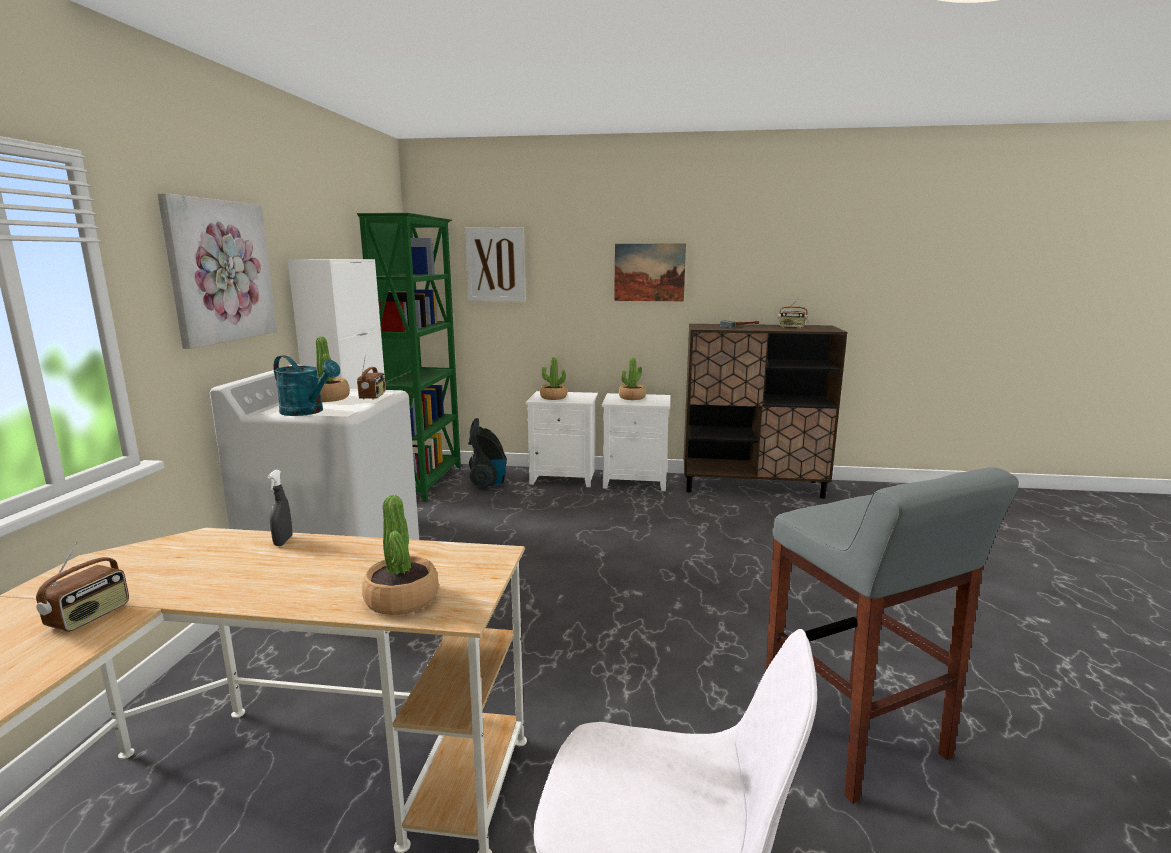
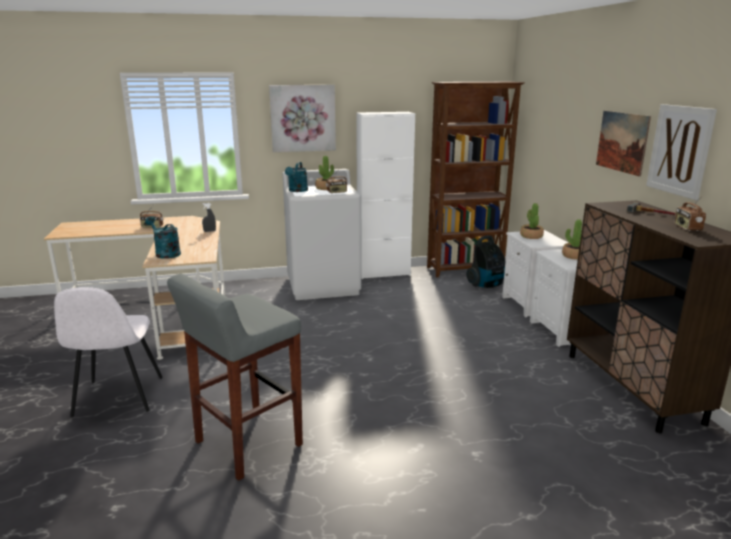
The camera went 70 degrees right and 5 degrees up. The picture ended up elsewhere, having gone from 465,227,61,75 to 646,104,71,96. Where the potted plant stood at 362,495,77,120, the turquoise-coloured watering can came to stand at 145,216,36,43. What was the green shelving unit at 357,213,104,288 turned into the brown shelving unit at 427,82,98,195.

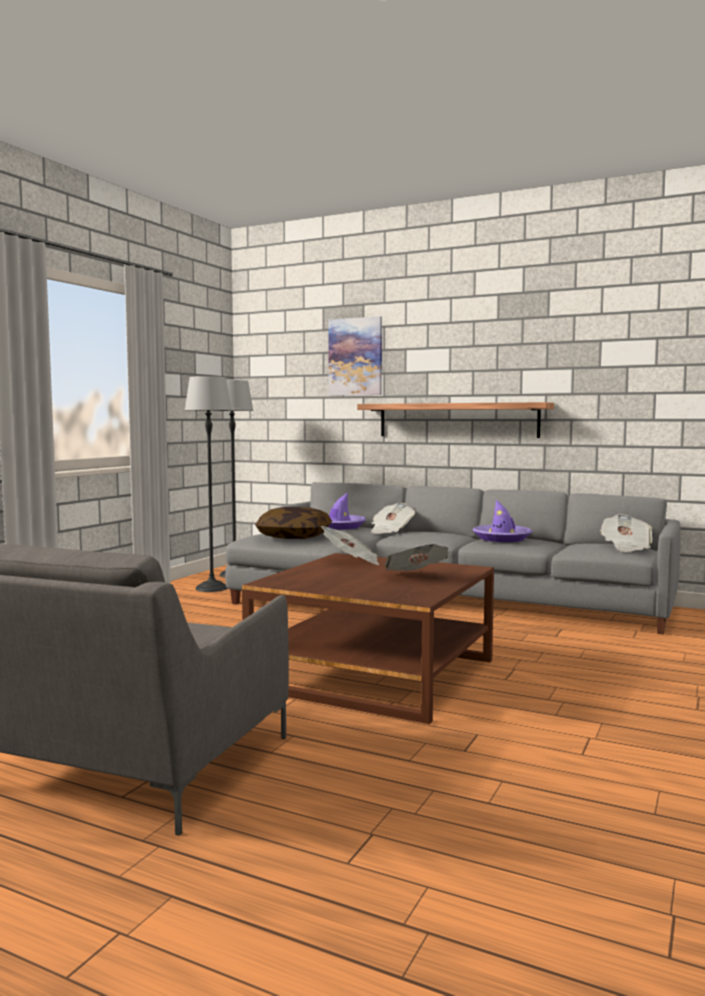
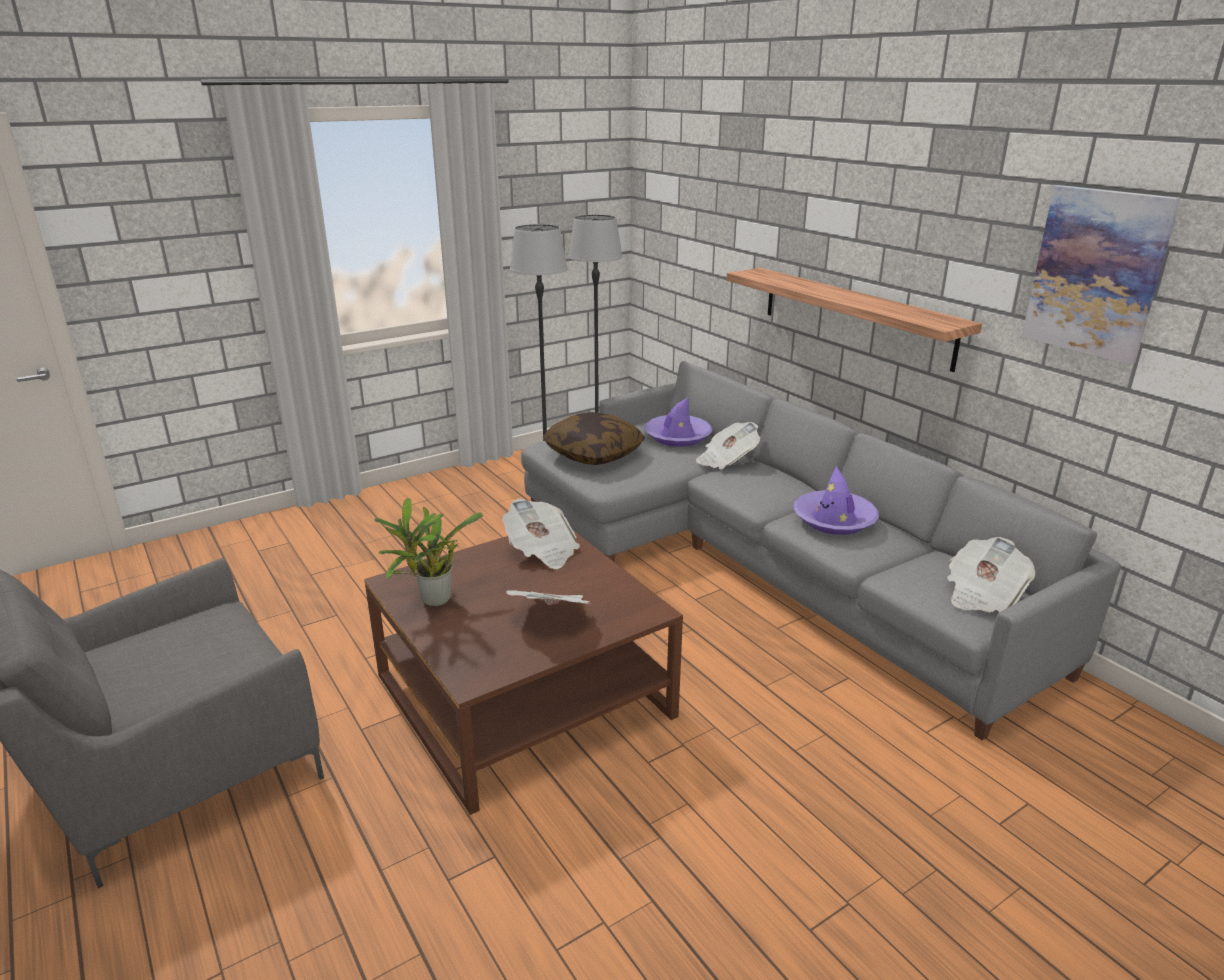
The camera went 30 degrees right and 20 degrees up. The second view gained the potted plant at 374,498,109,109. The picture ended up elsewhere, having gone from 328,316,54,80 to 1022,185,159,179.

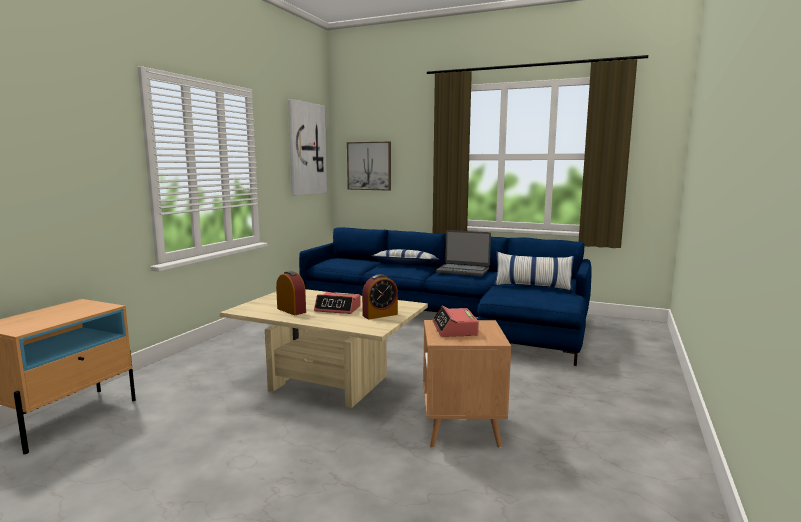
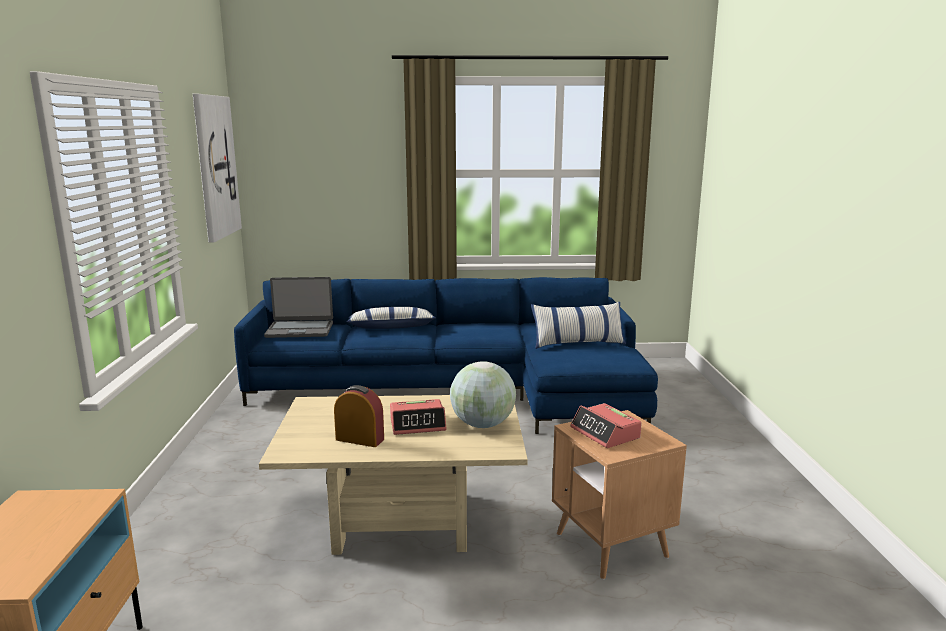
The camera went 25 degrees left and 5 degrees up. The second view lost the picture at 347,142,44,49. The notebook computer ended up elsewhere, having gone from 436,230,55,46 to 264,277,69,61. Where the table clock stood at 362,274,36,45, the desk globe came to stand at 450,361,66,67.

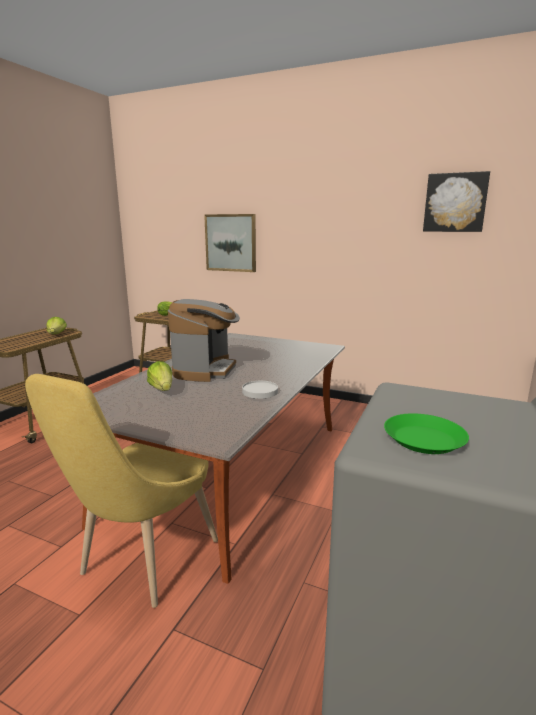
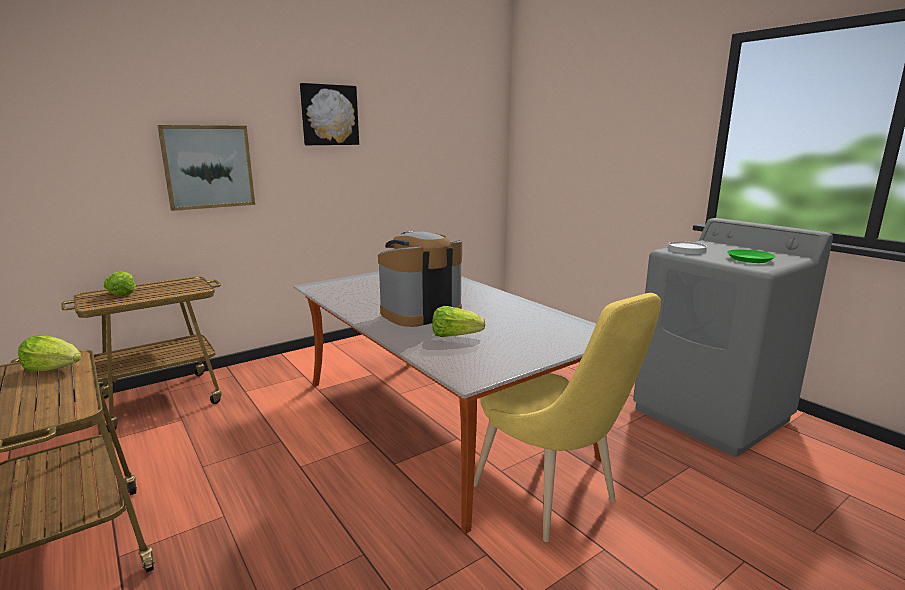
The camera went 60 degrees left and 0 degrees up. The white-coloured dinner plate ended up elsewhere, having gone from 242,381,36,18 to 668,241,39,13. The picture ended up elsewhere, having gone from 423,171,67,61 to 300,83,59,62. The coffee brewer at 168,299,72,83 ended up facing another way, 75 degrees counterclockwise from before.

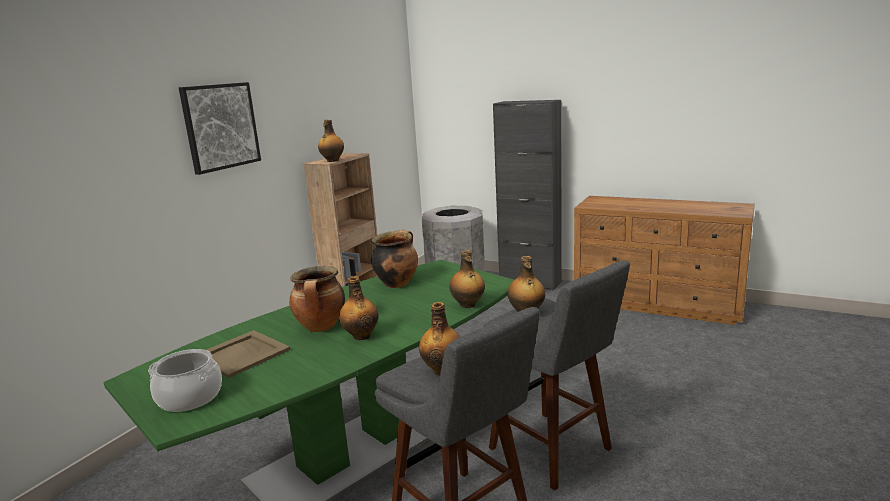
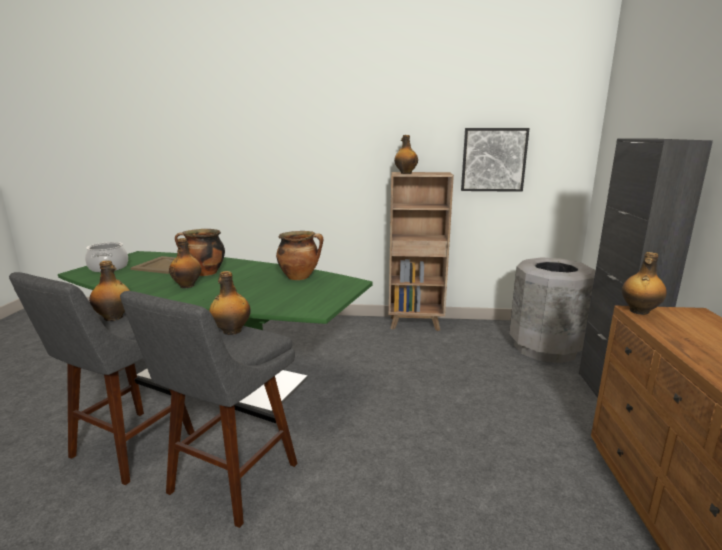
The camera went 65 degrees right and 0 degrees up. The picture ended up elsewhere, having gone from 179,82,82,93 to 461,128,69,64. The drink bottle ended up elsewhere, having gone from 449,250,36,58 to 622,252,45,63.

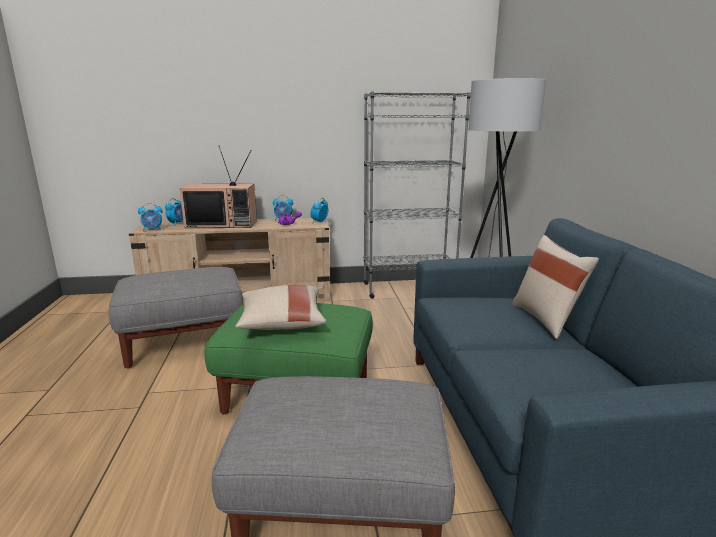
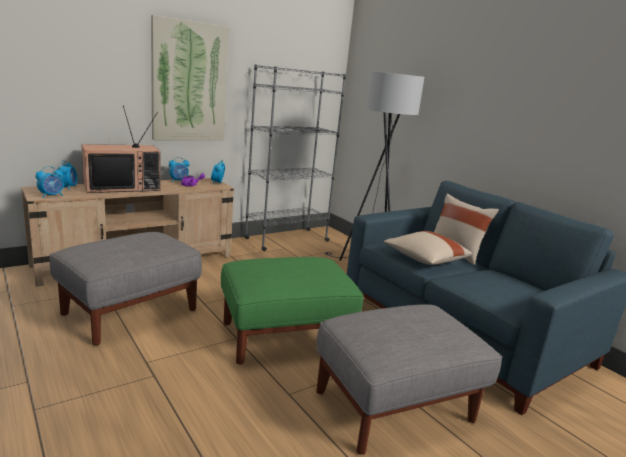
The camera went 30 degrees left and 0 degrees up. The second view gained the picture at 151,15,78,125. The beige-coloured pillow ended up elsewhere, having gone from 235,285,91,45 to 384,231,88,34.

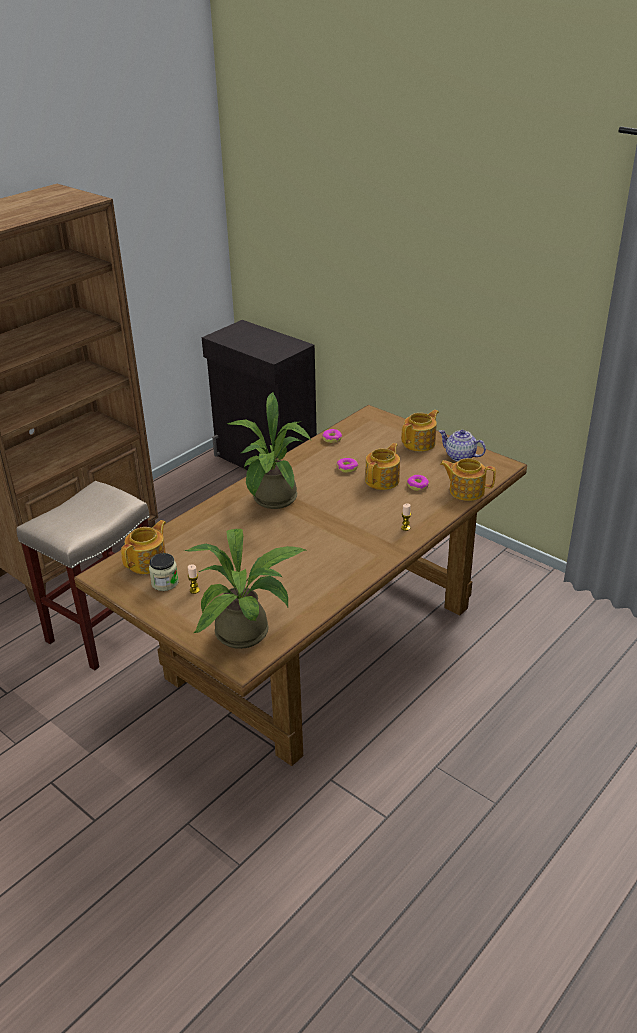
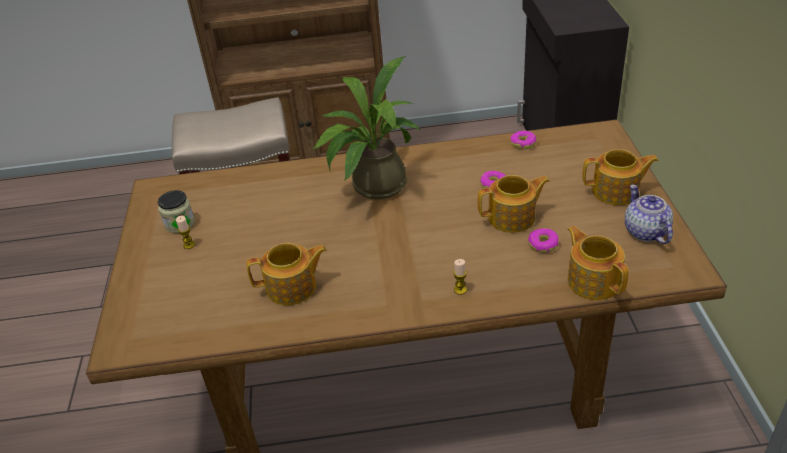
The camera went 45 degrees right and 5 degrees up. The second view lost the potted plant at 184,529,124,120. The tea pot ended up elsewhere, having gone from 121,520,45,54 to 246,243,81,62.

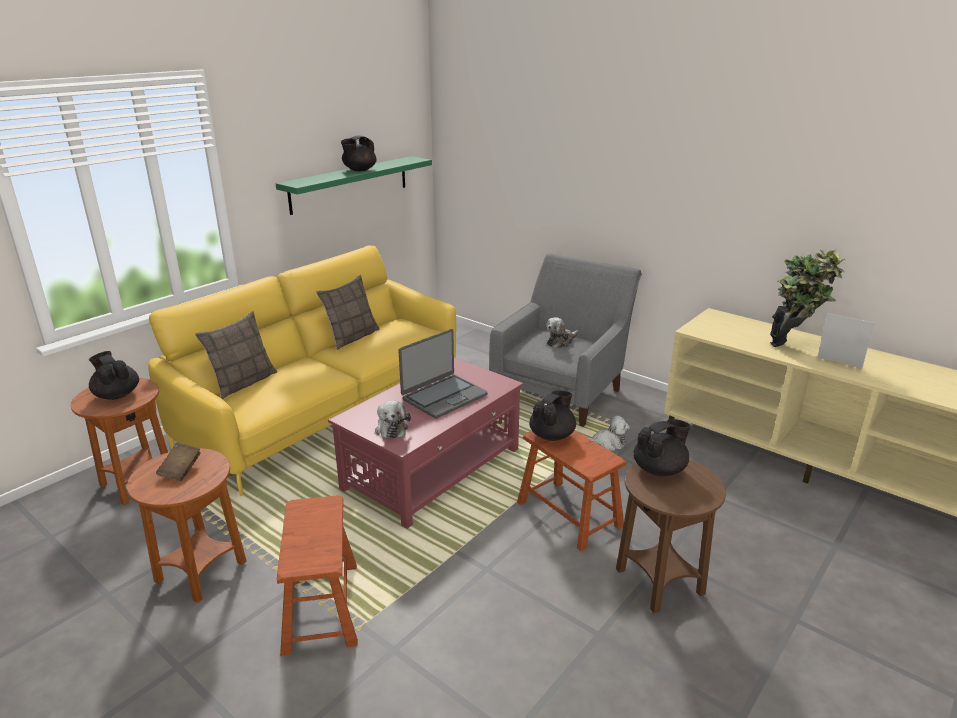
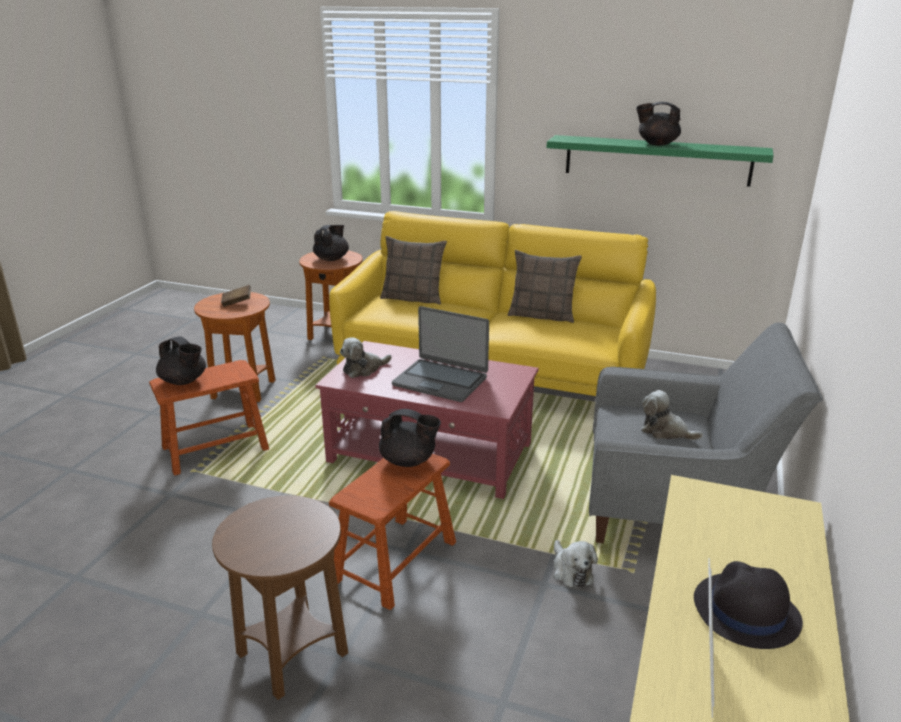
The camera went 70 degrees right and 0 degrees up. The black-coloured tea pot ended up elsewhere, having gone from 633,419,58,57 to 156,336,50,49. Where the potted plant stood at 770,249,78,98, the black-coloured hat came to stand at 694,561,109,88.

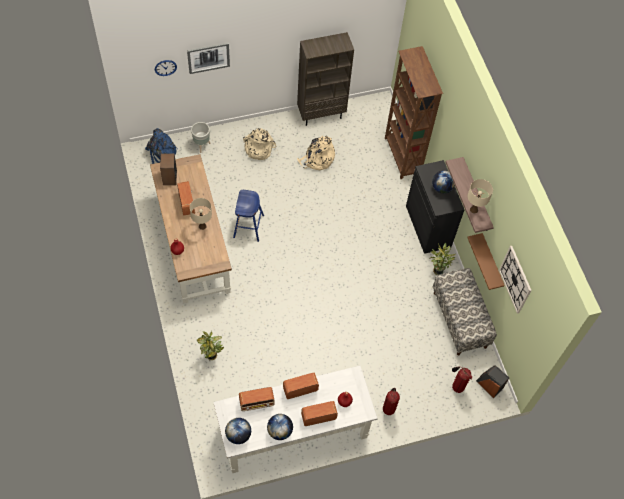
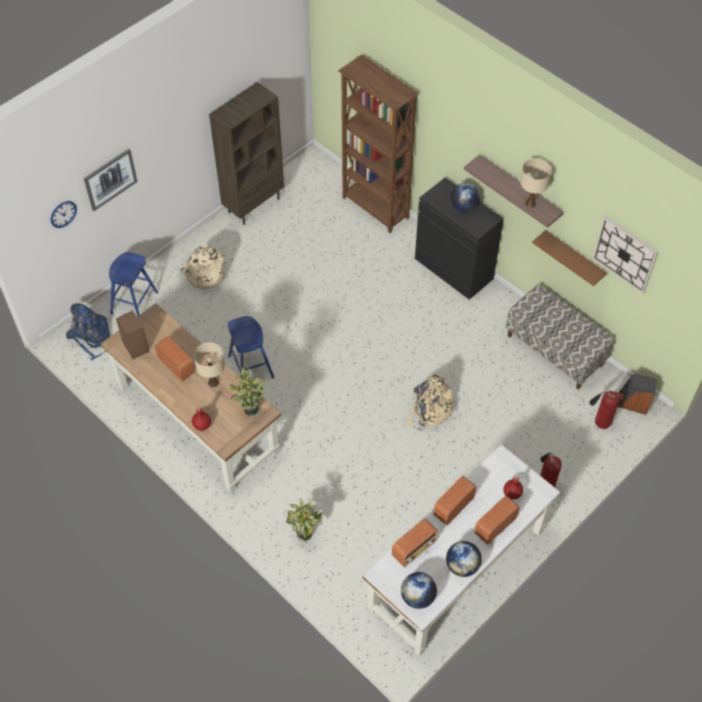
The camera went 25 degrees left and 5 degrees down. The beige-coloured knapsack ended up elsewhere, having gone from 297,136,38,35 to 404,374,49,56. The potted plant ended up elsewhere, having gone from 429,243,26,32 to 228,367,37,50. Where the grey flower pot stood at 191,122,19,31, the blue-coloured stool seat came to stand at 109,252,49,64.

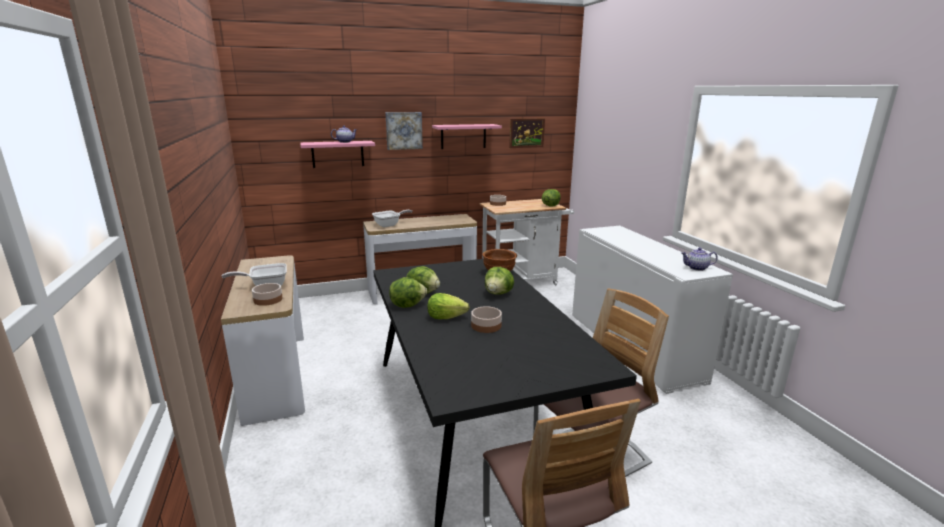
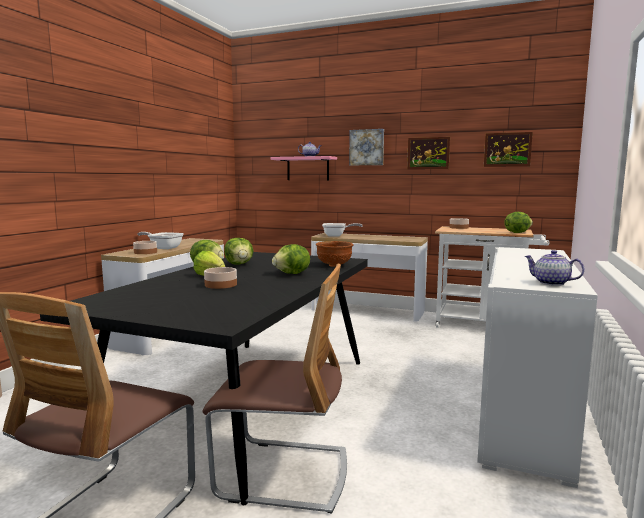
The camera went 40 degrees right and 10 degrees down. Where the pink wall shelf hung at 432,124,70,25, the picture came to hang at 407,137,43,33.

